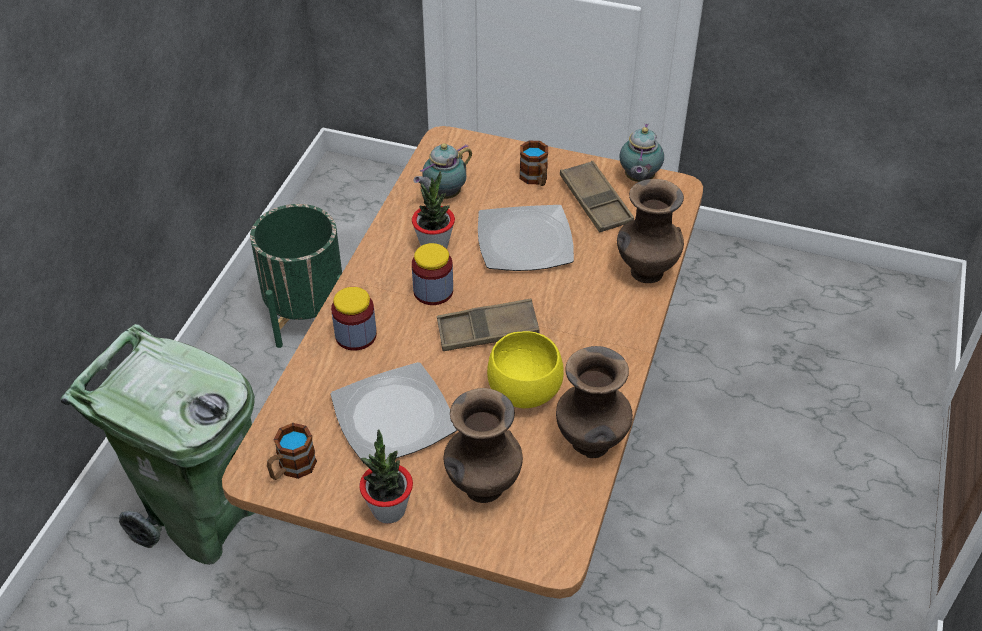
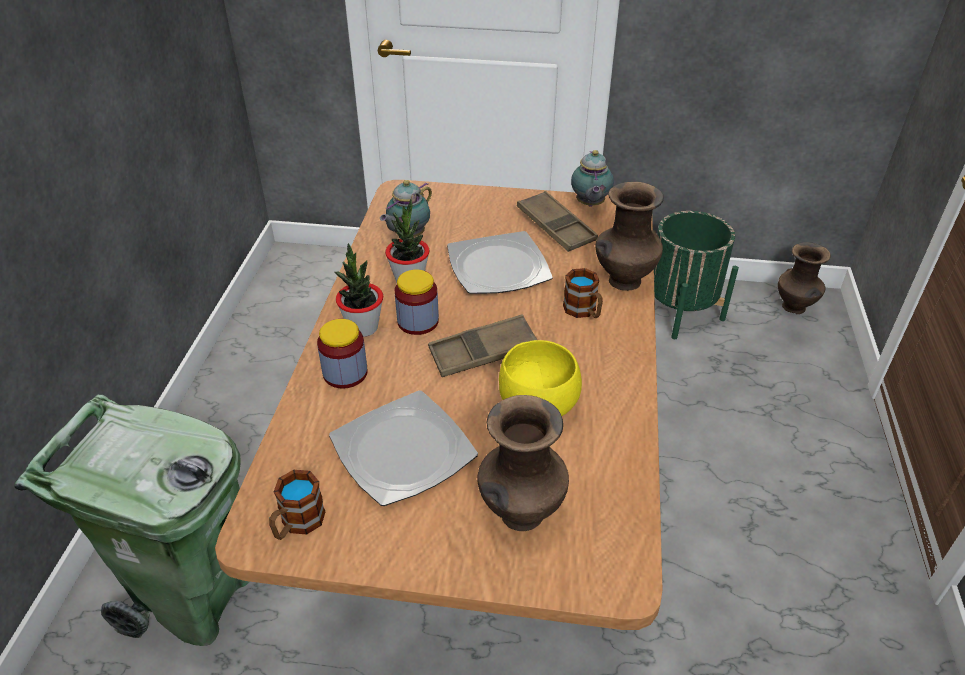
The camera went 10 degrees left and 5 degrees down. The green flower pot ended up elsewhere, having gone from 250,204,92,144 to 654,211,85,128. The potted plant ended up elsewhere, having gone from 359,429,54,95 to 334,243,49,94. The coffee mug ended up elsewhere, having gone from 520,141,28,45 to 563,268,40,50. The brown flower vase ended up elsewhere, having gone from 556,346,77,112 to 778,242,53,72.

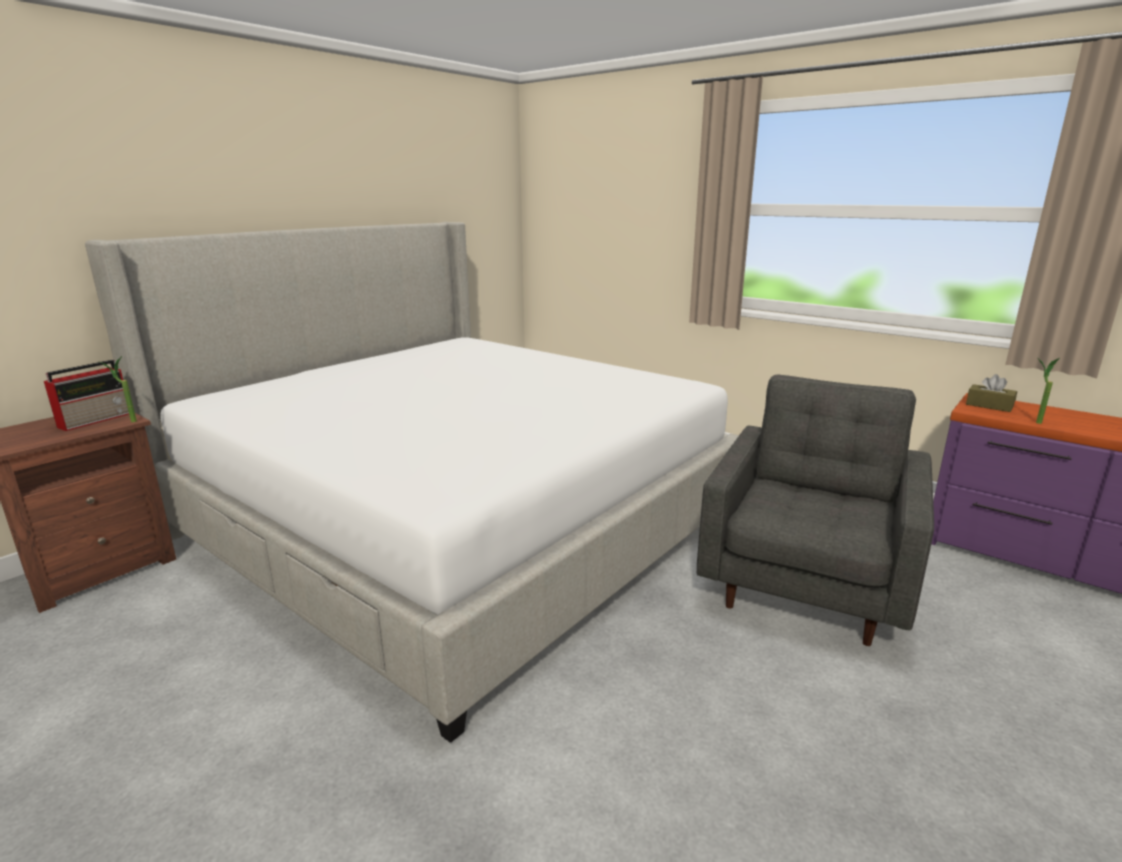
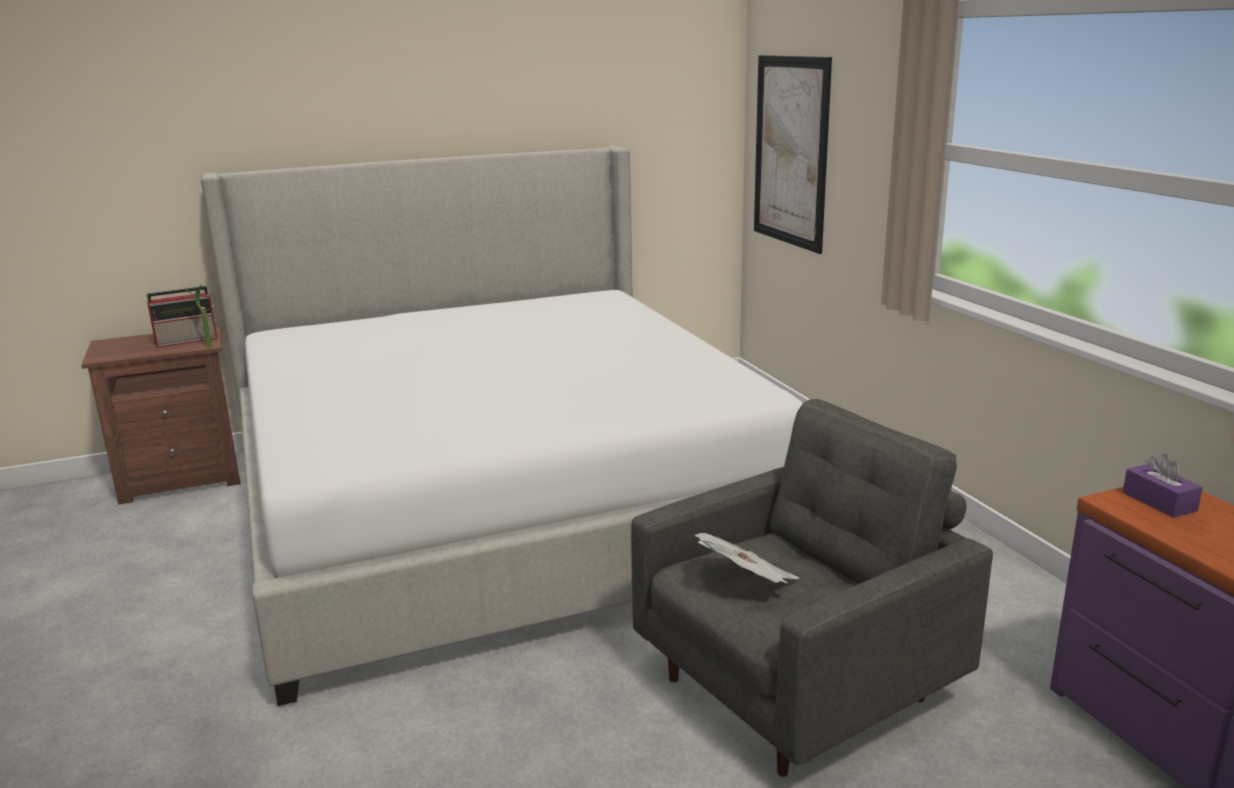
The camera went 30 degrees right and 0 degrees up. The second view lost the potted plant at 1036,357,24,67. The second view gained the newspaper at 695,533,104,50. The second view gained the picture at 754,55,78,199. What was the brown tissue box at 966,374,51,38 turned into the purple tissue box at 1123,454,80,64.

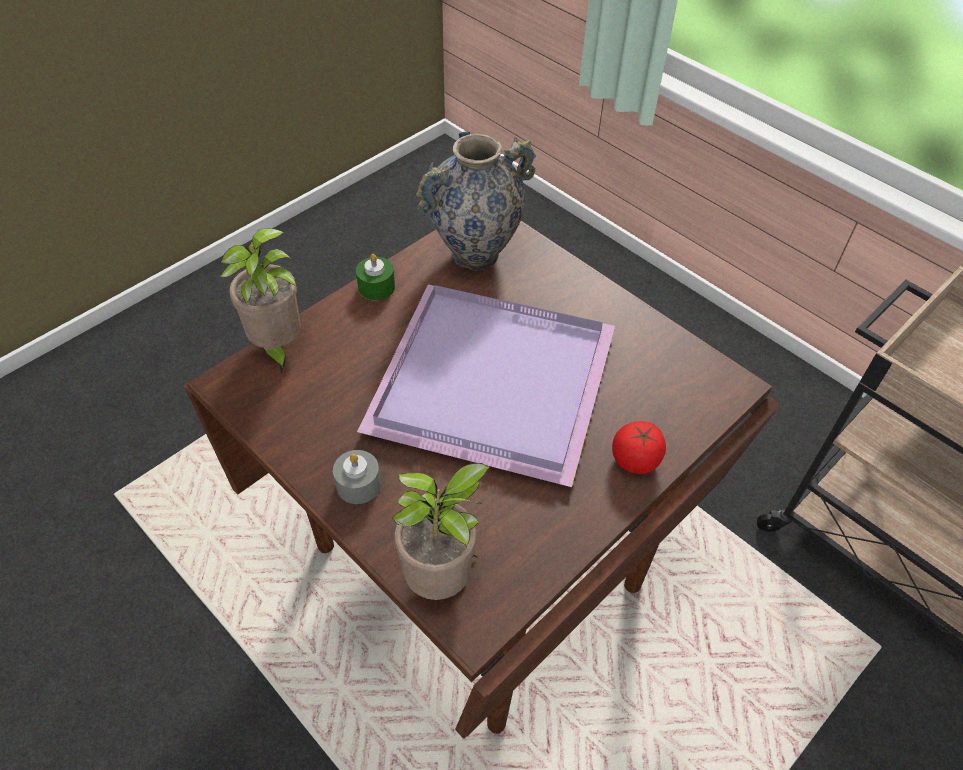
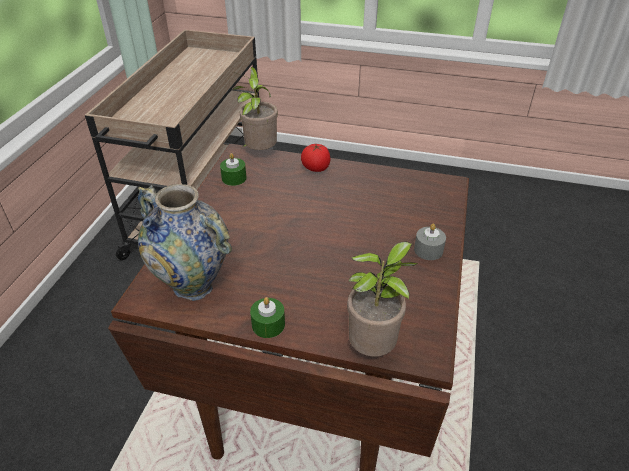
The camera went 120 degrees left and 10 degrees down. The second view lost the purple carrying tray at 357,284,258,203. The second view gained the green wax candle at 220,153,27,33. The potted plant ended up elsewhere, having gone from 392,463,97,137 to 233,67,45,83.

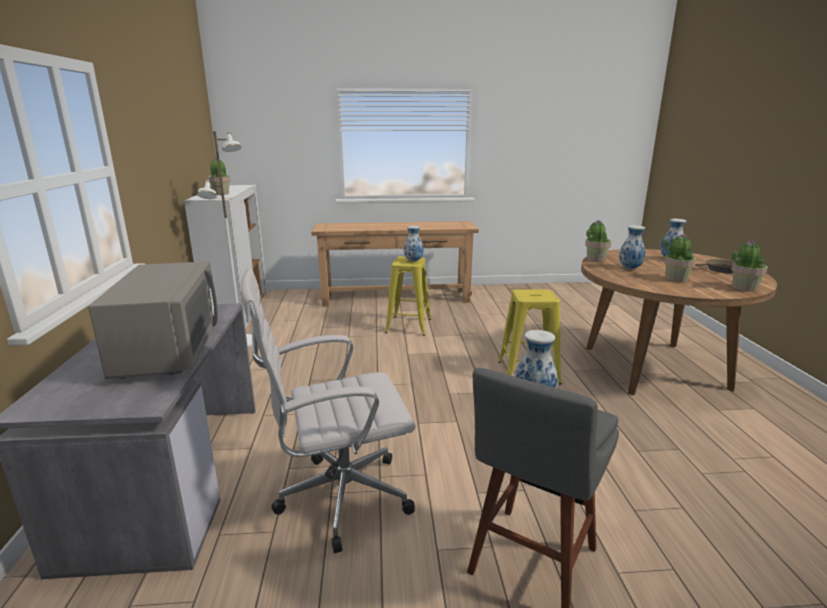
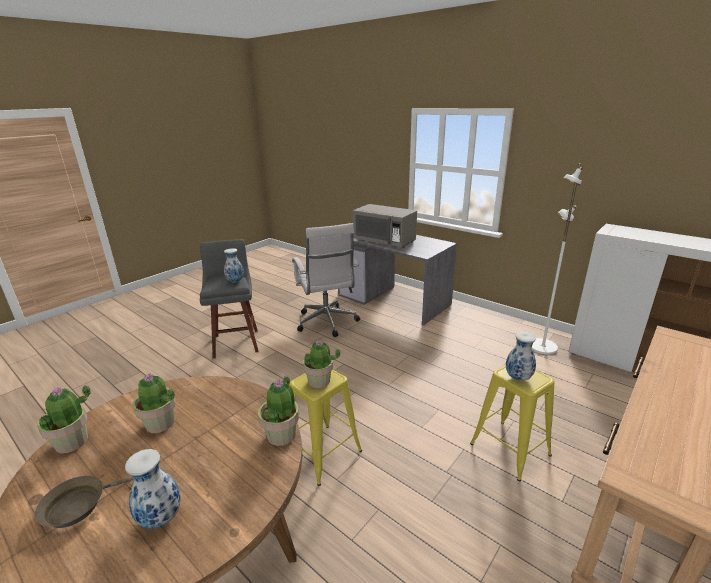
The camera went 135 degrees right and 5 degrees up. The second view lost the flower vase at 619,225,27,44. The potted plant ended up elsewhere, having gone from 207,158,24,37 to 303,340,37,48. The white-coloured computer chair at 241,268,175,285 ended up facing another way, 135 degrees clockwise from before.

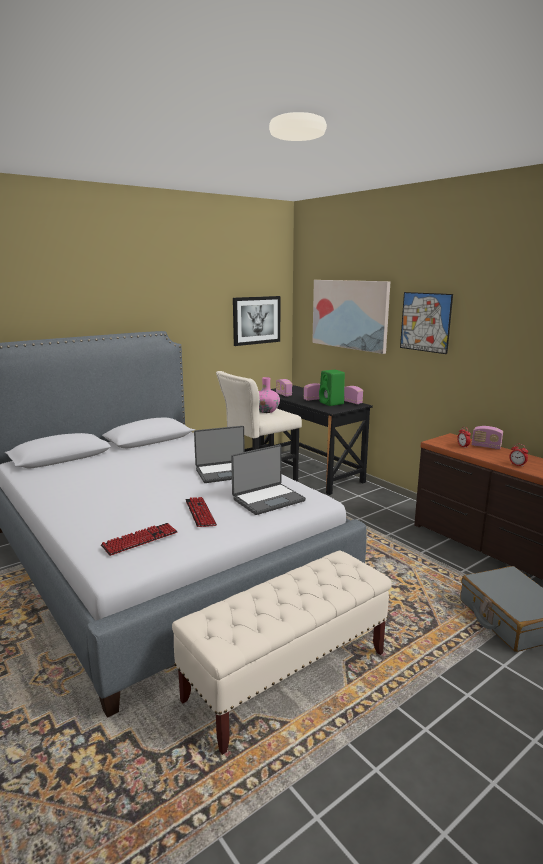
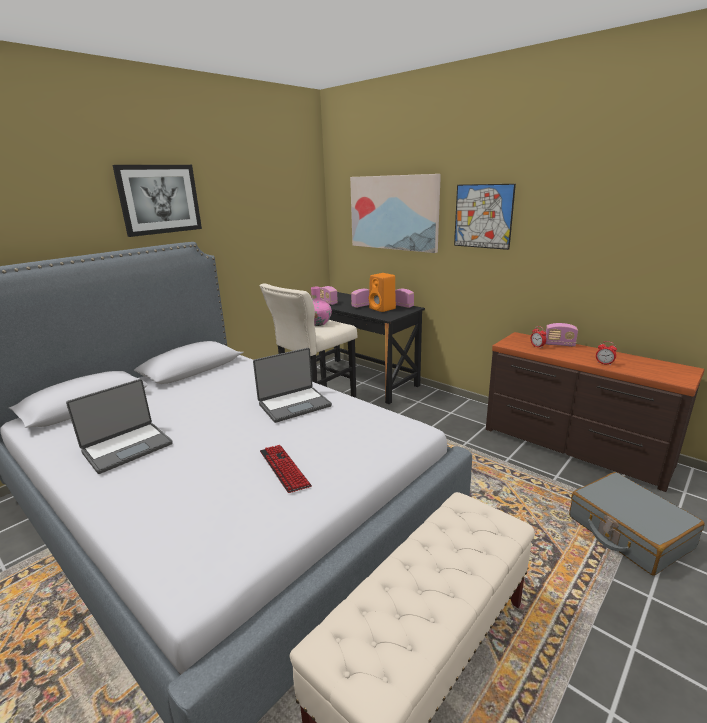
The camera went 10 degrees left and 5 degrees up. The second view lost the PC keyboard at 101,523,77,33. The notebook computer ended up elsewhere, having gone from 231,445,75,70 to 66,379,107,95. The picture ended up elsewhere, having gone from 233,296,47,50 to 113,165,89,72. What was the green loudspeaker at 319,370,26,36 turned into the orange loudspeaker at 369,273,27,39.

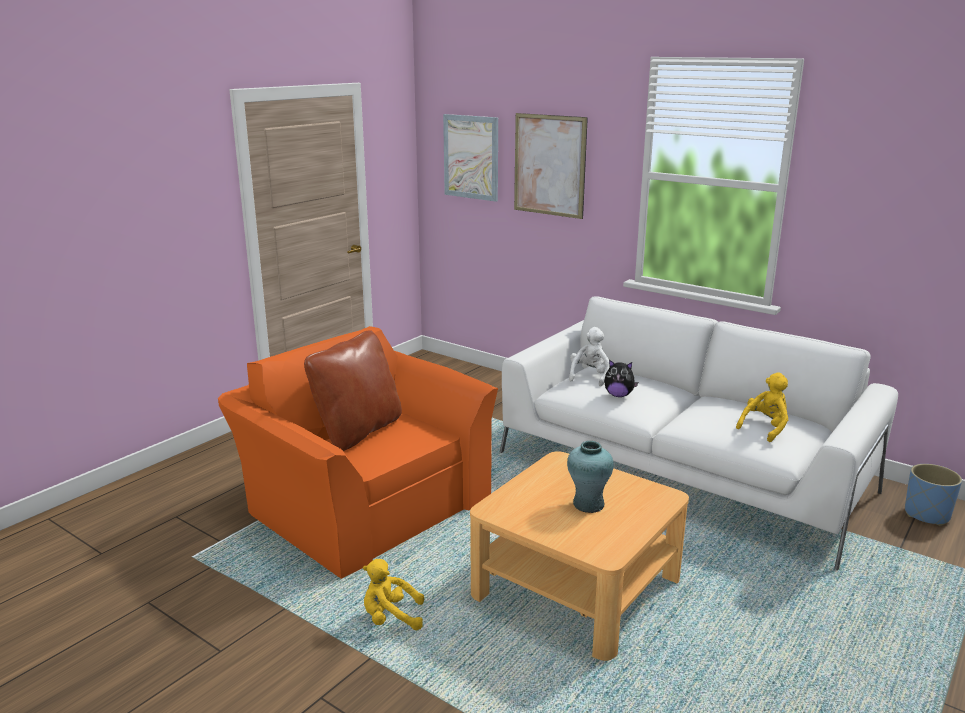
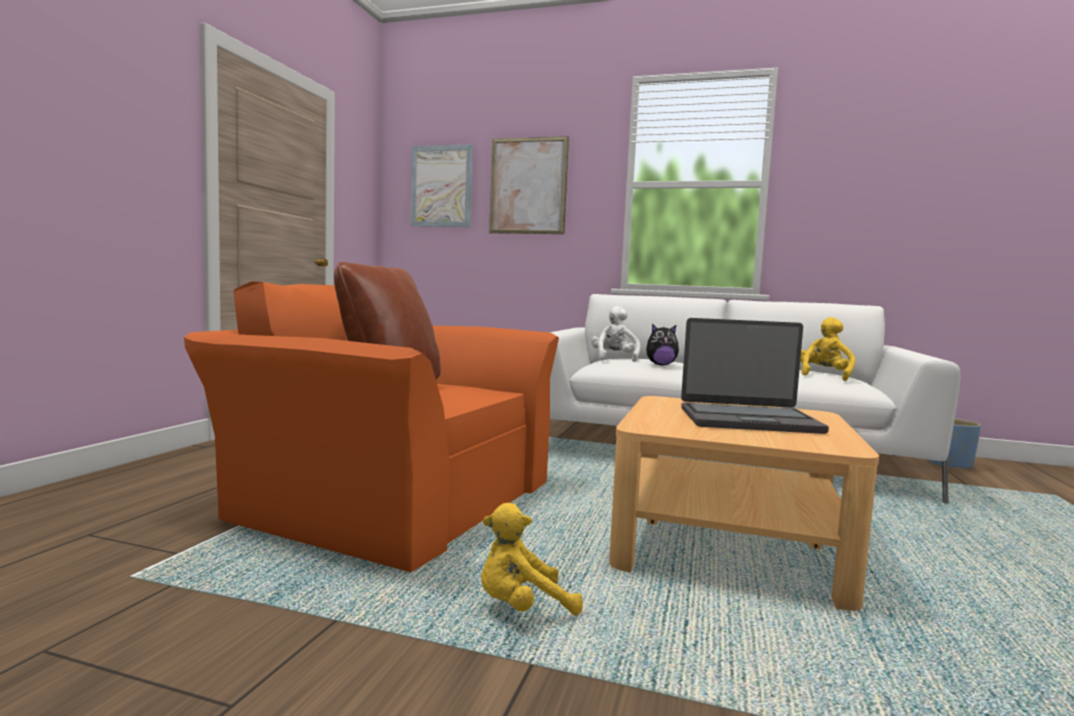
The camera went 20 degrees left and 15 degrees down. Where the turquoise-coloured flower vase stood at 567,441,47,72, the notebook computer came to stand at 681,318,148,116.

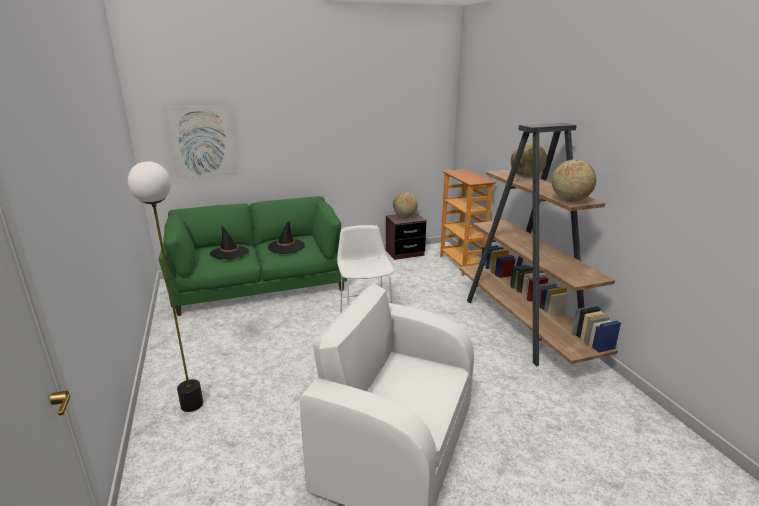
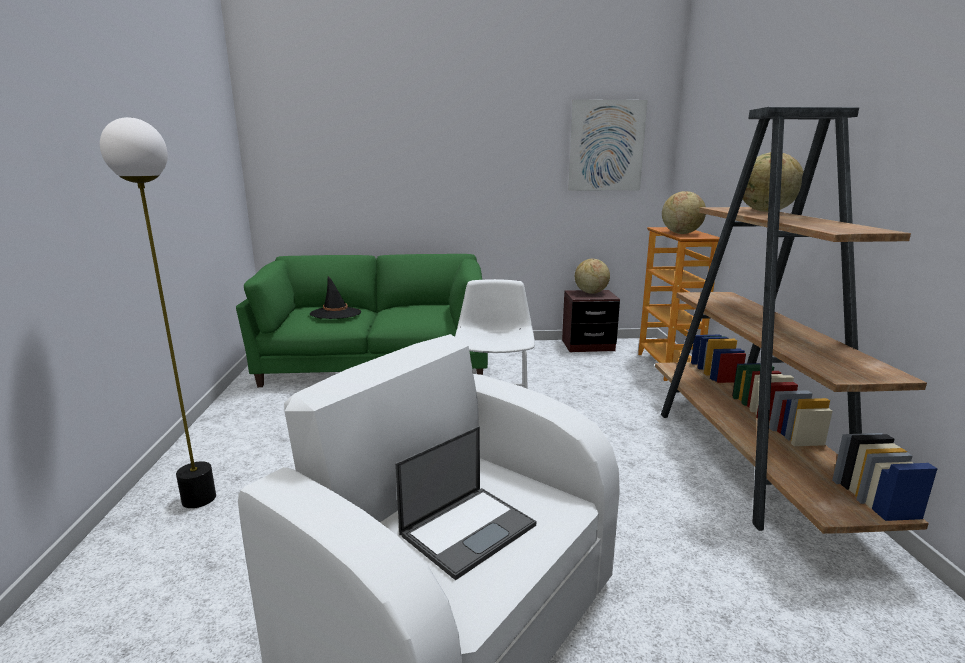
The camera went 15 degrees right and 5 degrees down. The second view lost the black-coloured hat at 268,221,37,33. The second view gained the notebook computer at 395,426,141,155. The picture ended up elsewhere, having gone from 165,105,72,74 to 568,99,80,92. The desk globe ended up elsewhere, having gone from 552,159,44,43 to 662,191,44,43.

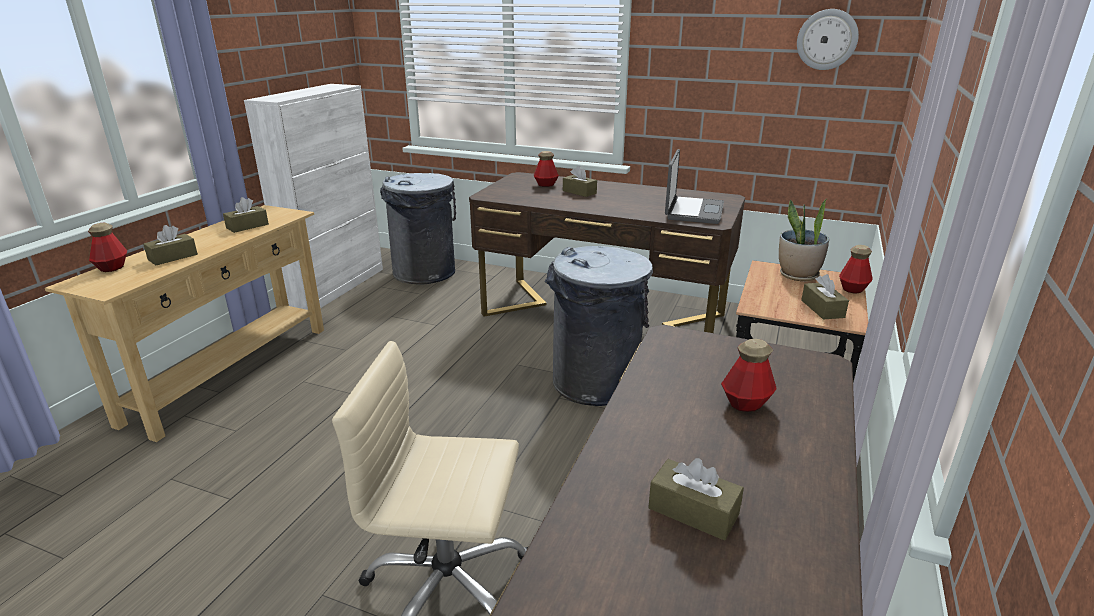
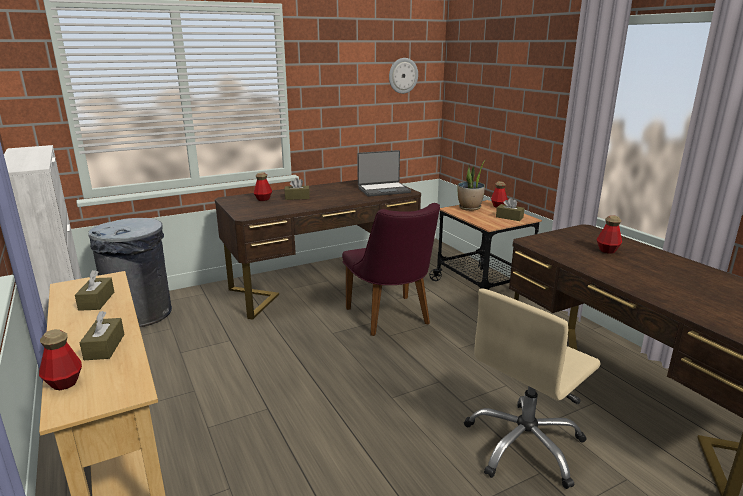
The camera went 50 degrees left and 5 degrees down. The second view lost the brown tissue box at 648,458,96,83. Where the grey trash can stood at 545,246,108,160, the purple chair came to stand at 342,203,98,133. The notebook computer at 665,149,59,75 ended up facing another way, 105 degrees clockwise from before.

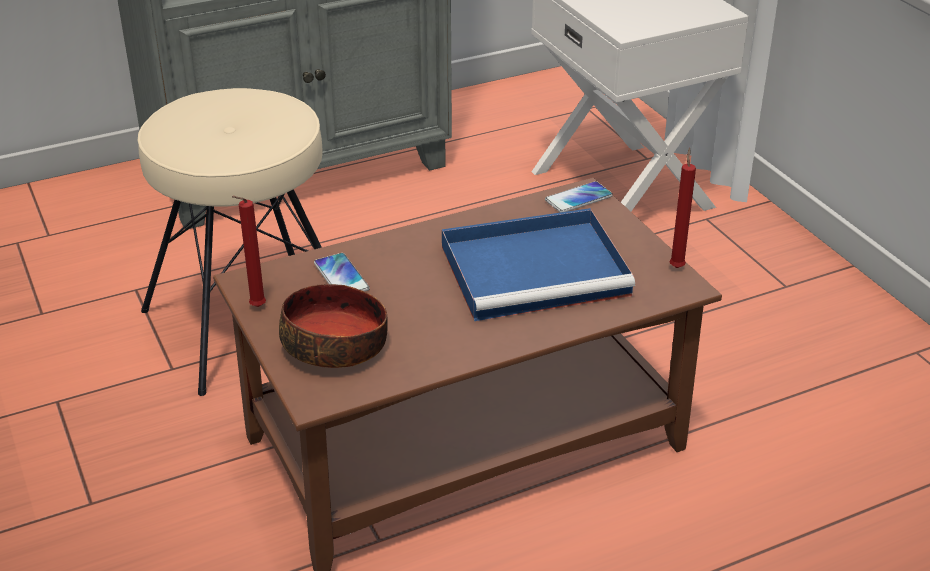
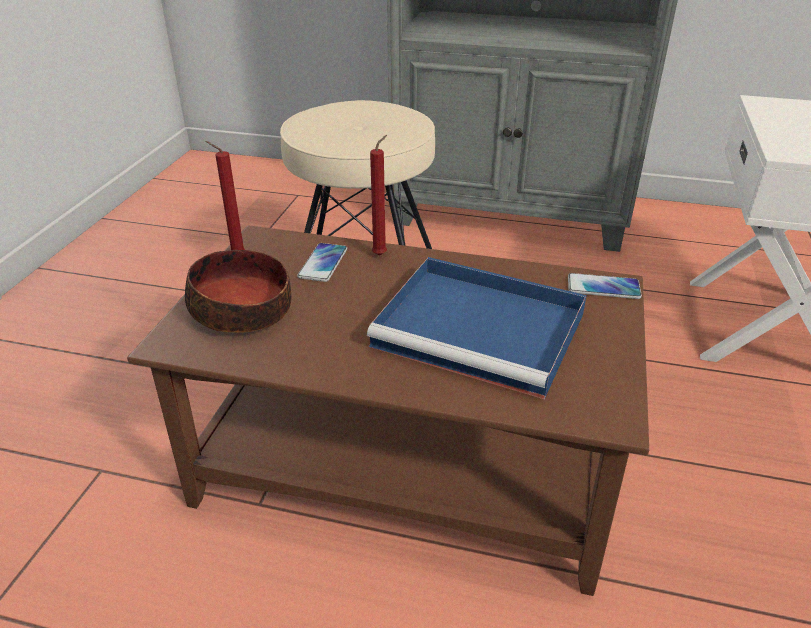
The camera went 40 degrees right and 0 degrees up. The reddish wax candle ended up elsewhere, having gone from 669,148,27,120 to 370,135,17,121.

